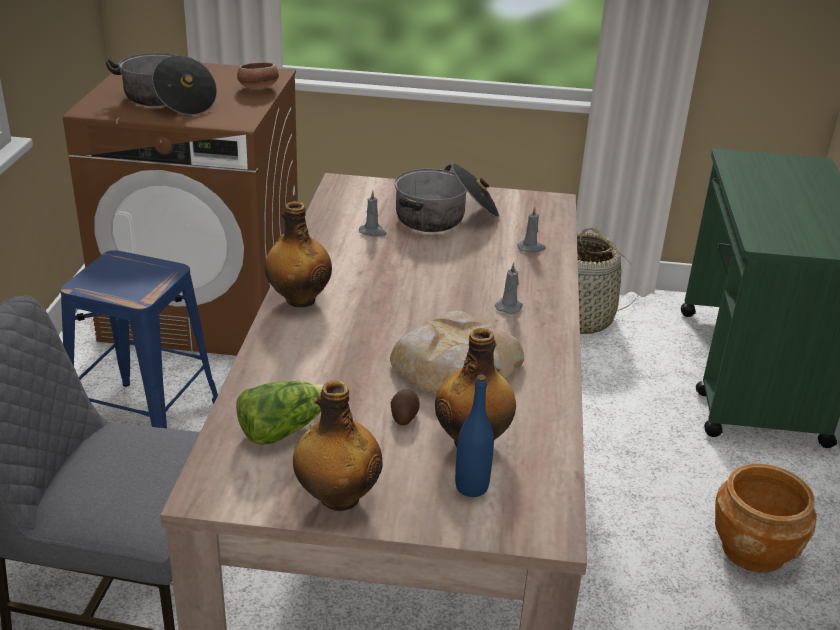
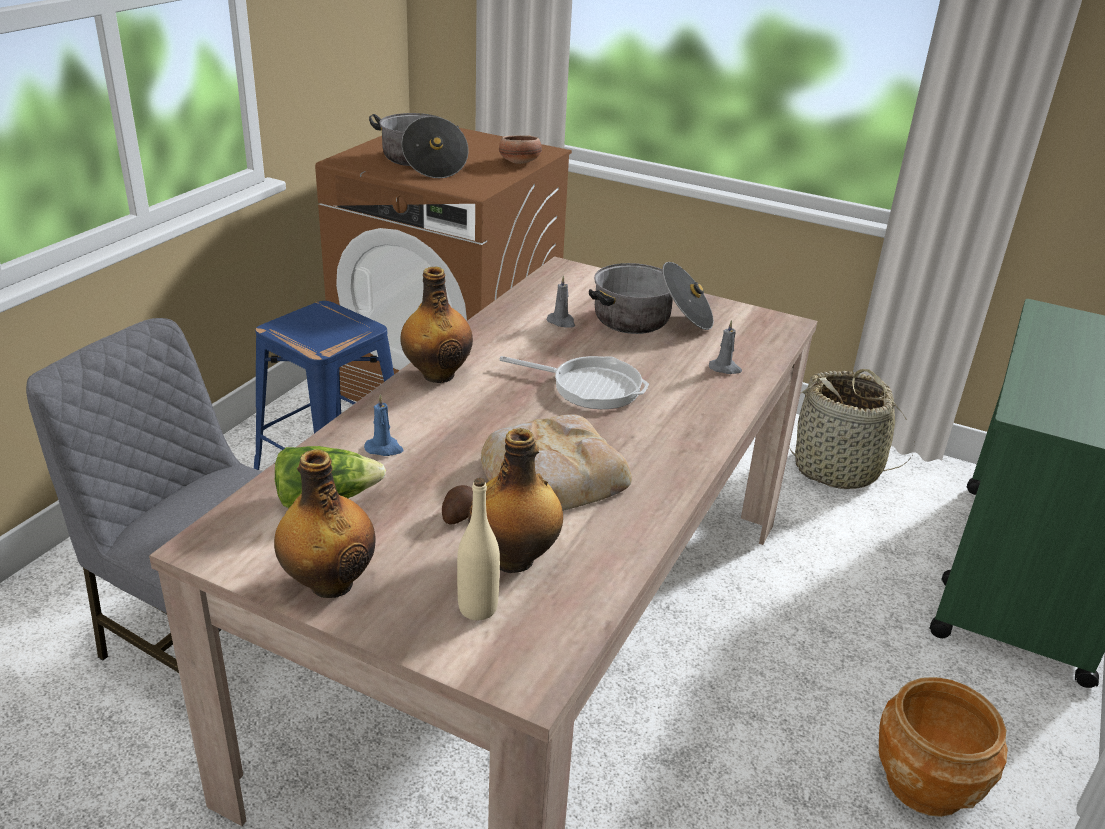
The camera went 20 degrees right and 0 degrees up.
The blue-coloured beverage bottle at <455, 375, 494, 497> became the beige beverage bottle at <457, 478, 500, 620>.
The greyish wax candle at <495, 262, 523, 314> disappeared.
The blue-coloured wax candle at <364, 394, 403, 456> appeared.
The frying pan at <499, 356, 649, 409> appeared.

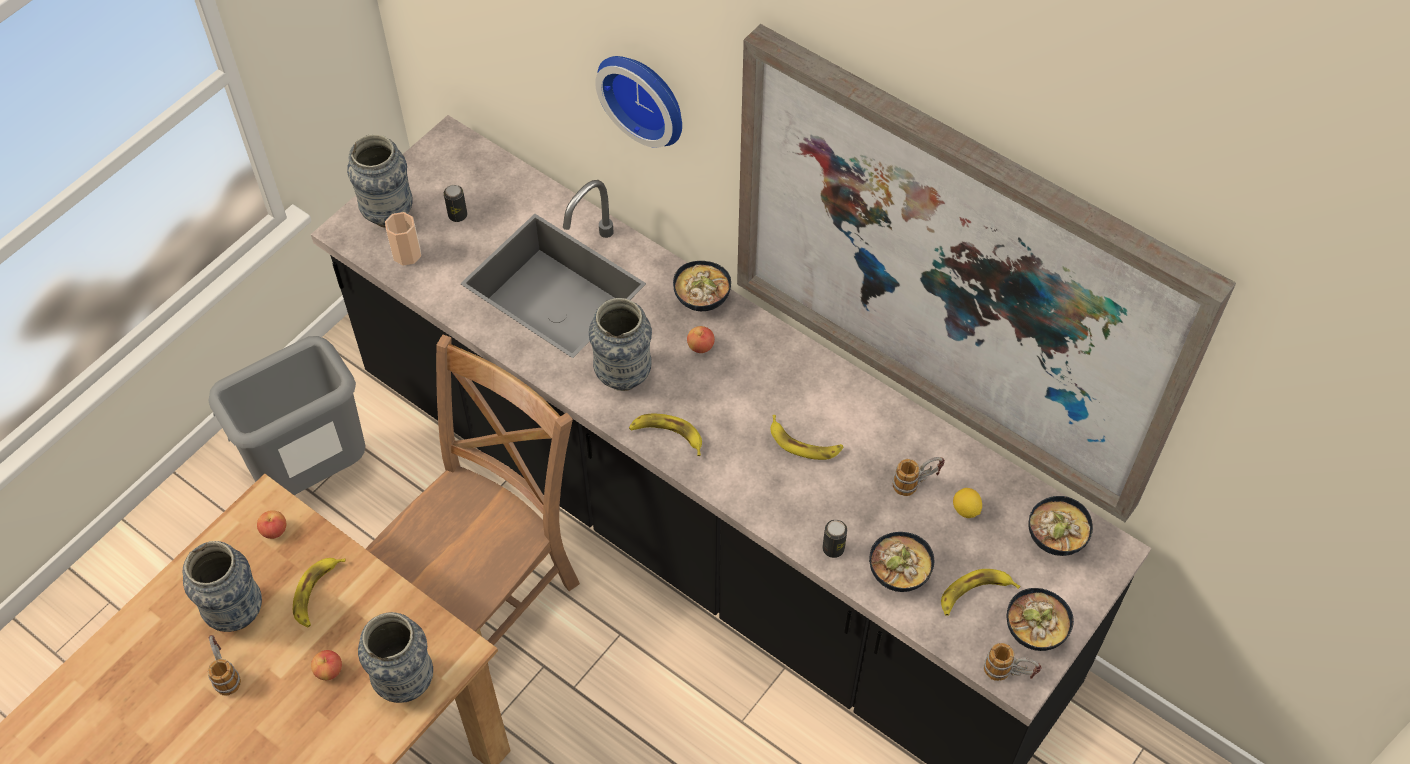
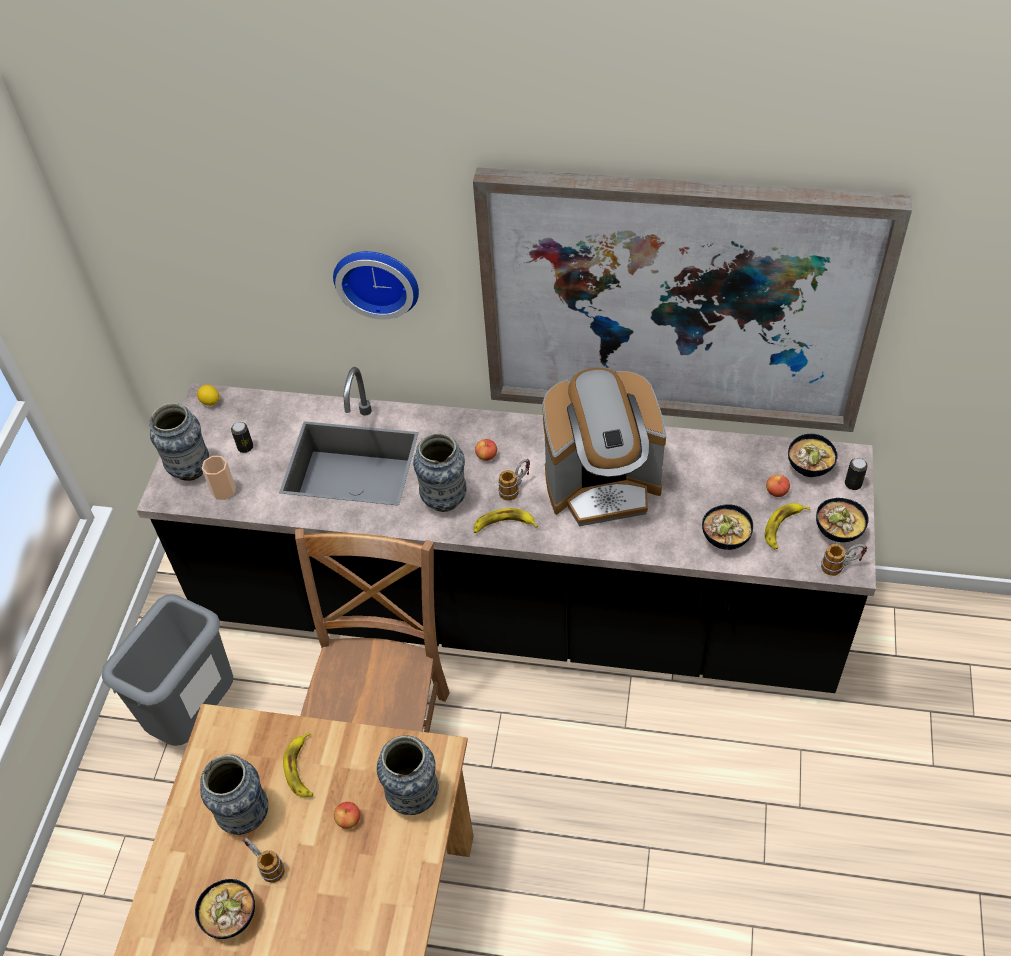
The camera went 25 degrees left and 5 degrees down.
The whole apple moved from <257, 510, 286, 539> to <766, 475, 790, 497>.
The serving bowl moved from <673, 261, 731, 311> to <195, 879, 255, 939>.
The banana fruit at <771, 415, 843, 460> was replaced by the coffee brewer at <542, 368, 666, 526>.
The metal can moved from <823, 520, 847, 558> to <845, 458, 868, 490>.
The coffee mug moved from <893, 457, 945, 496> to <498, 459, 530, 501>.
The lemon moved from <953, 488, 982, 518> to <197, 385, 220, 406>.

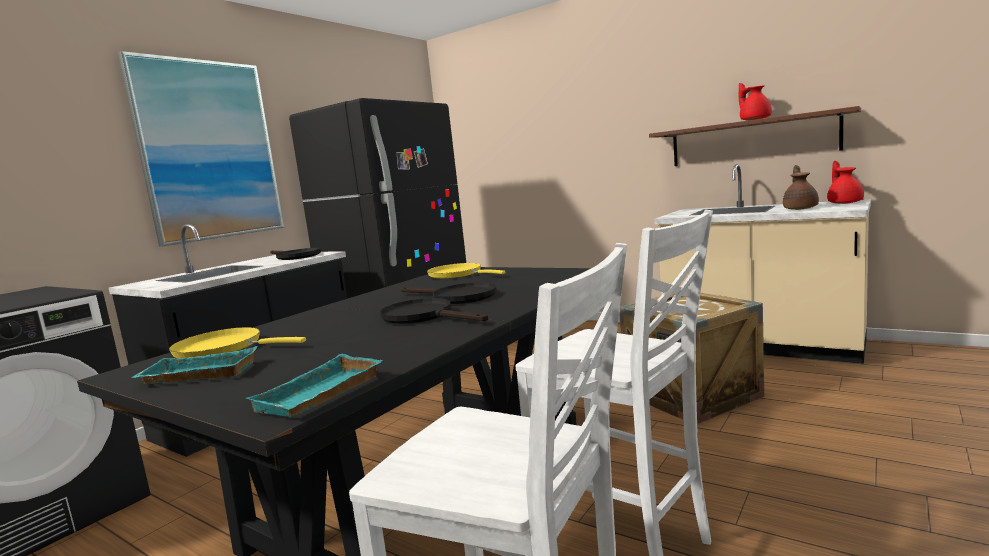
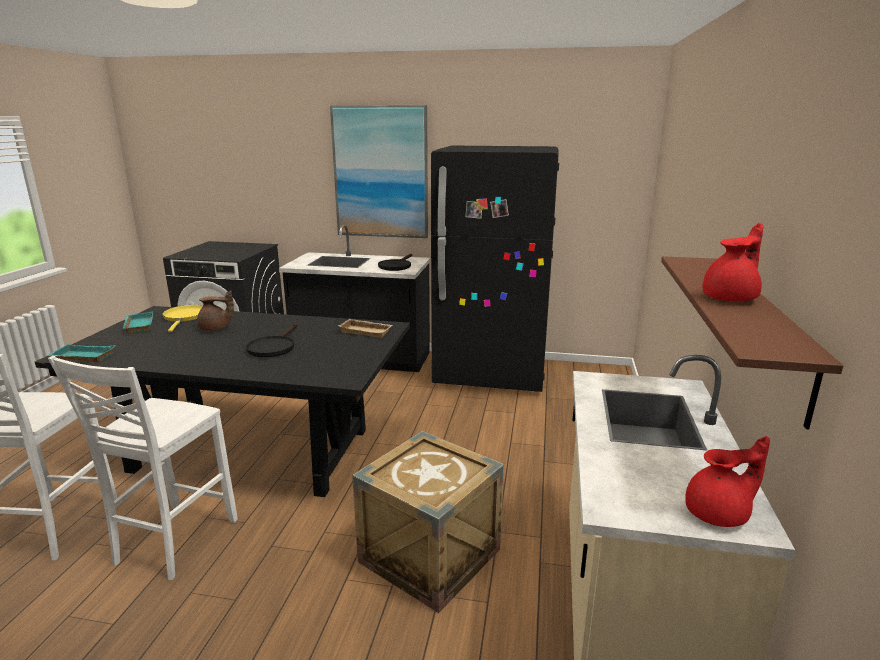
The camera went 65 degrees right and 10 degrees up.
The black frying pan at <380, 298, 488, 324> disappeared.
The yellow-coloured frying pan at <427, 263, 506, 278> was replaced by the beige carrying tray at <338, 319, 393, 338>.
The brownish tea pot moved from <783, 165, 819, 210> to <197, 290, 234, 331>.

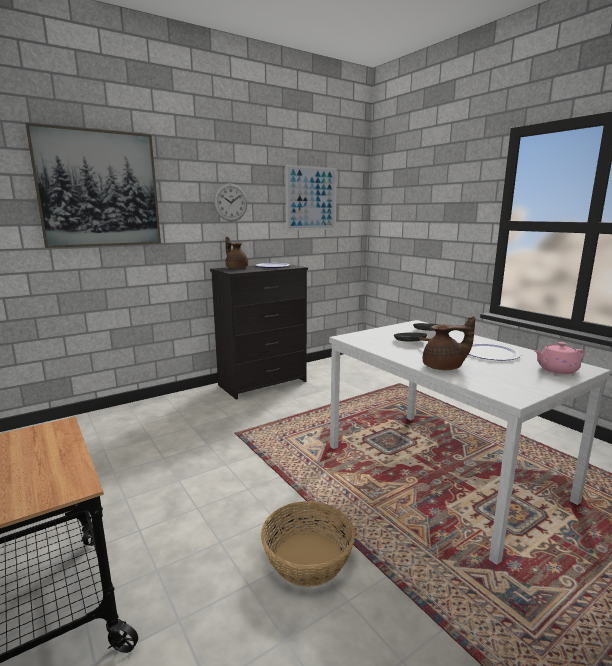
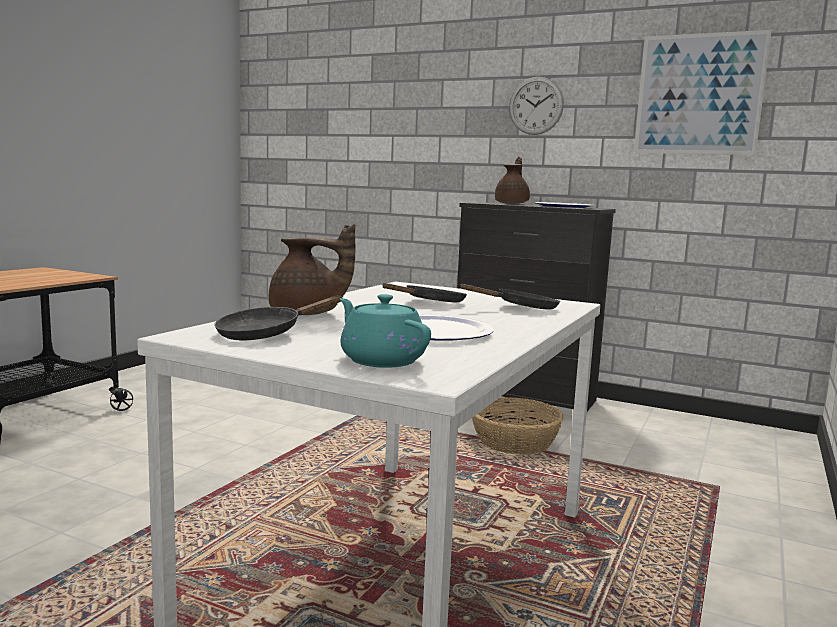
The camera went 60 degrees right and 5 degrees down.
The wall picture at <26, 123, 161, 248> disappeared.
The basket moved from <261, 501, 355, 587> to <472, 397, 563, 455>.
The brownish tea pot at <423, 316, 476, 370> turned 45 degrees counterclockwise.
The pink tea pot at <534, 342, 585, 374> became the turquoise tea pot at <340, 294, 431, 368>.
The black frying pan at <214, 295, 344, 340> appeared.

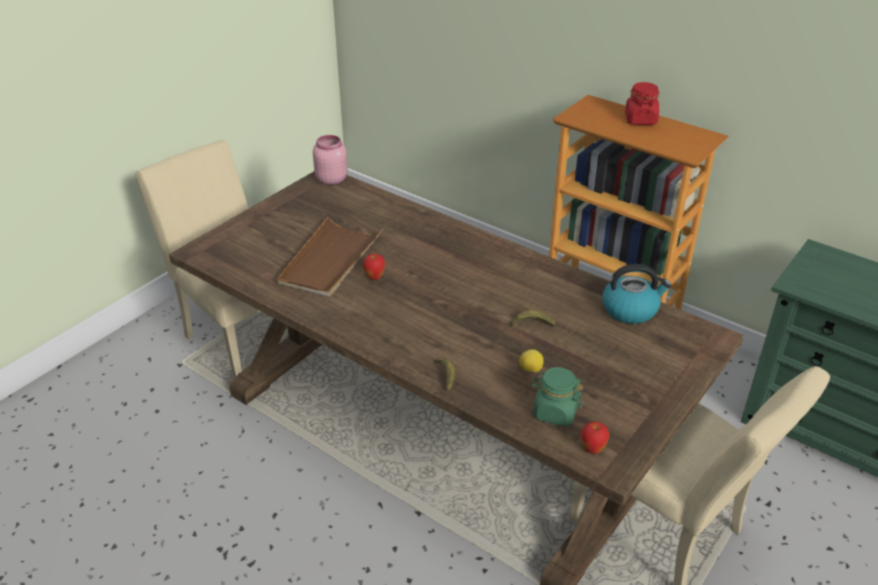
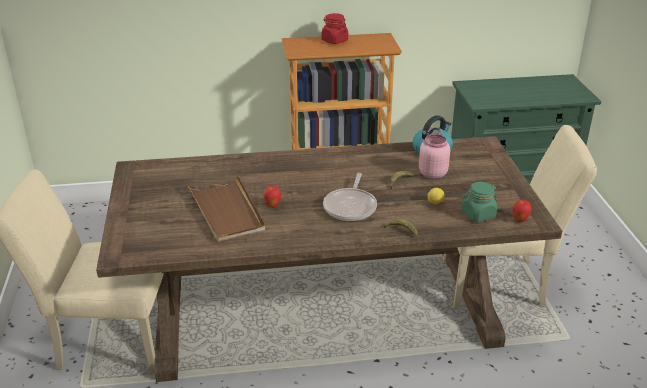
The camera went 45 degrees left and 5 degrees down.
The pink jar moved from <313, 135, 348, 185> to <419, 134, 450, 179>.
The frying pan at <323, 173, 377, 221> appeared.

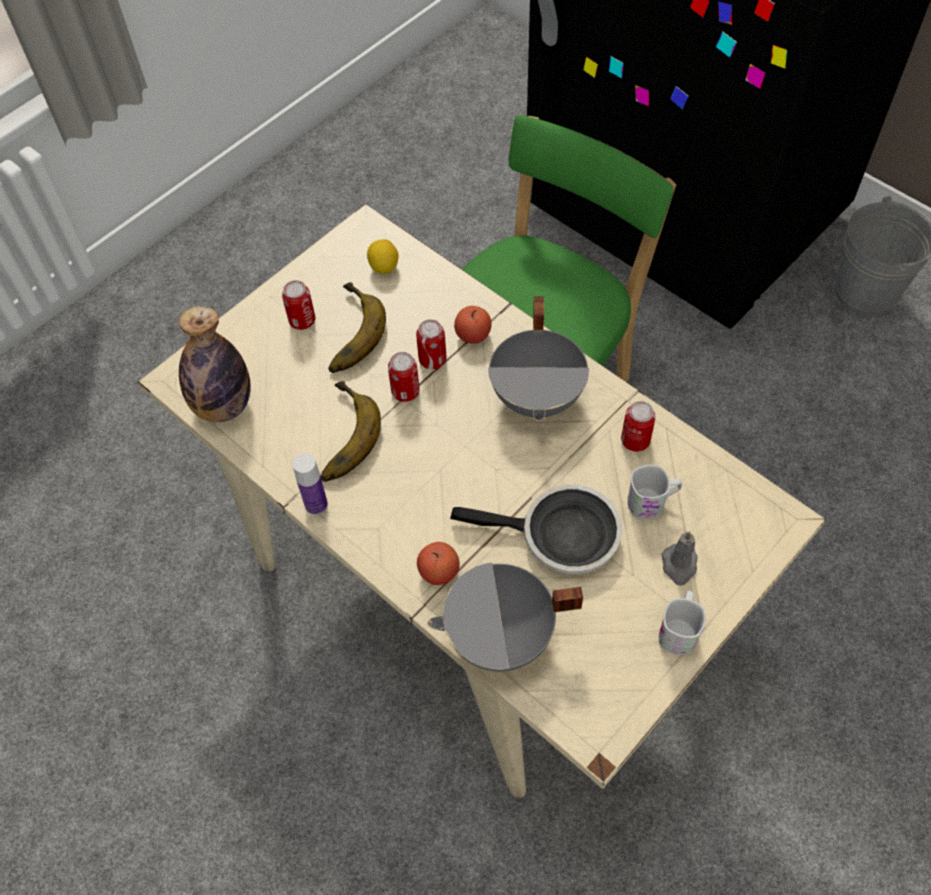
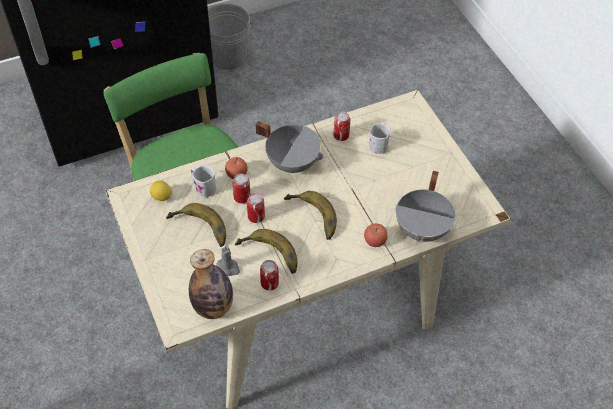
The camera went 70 degrees left and 5 degrees down.
The metal can moved from <282, 280, 316, 330> to <260, 260, 279, 291>.
The beverage bottle at <292, 453, 328, 515> disappeared.
The frying pan at <450, 485, 623, 574> disappeared.
The whitish coffee mug moved from <659, 591, 706, 655> to <191, 165, 216, 198>.
The greyish wax candle moved from <661, 531, 698, 586> to <216, 246, 240, 276>.
The banana fruit at <284, 191, 337, 240> appeared.

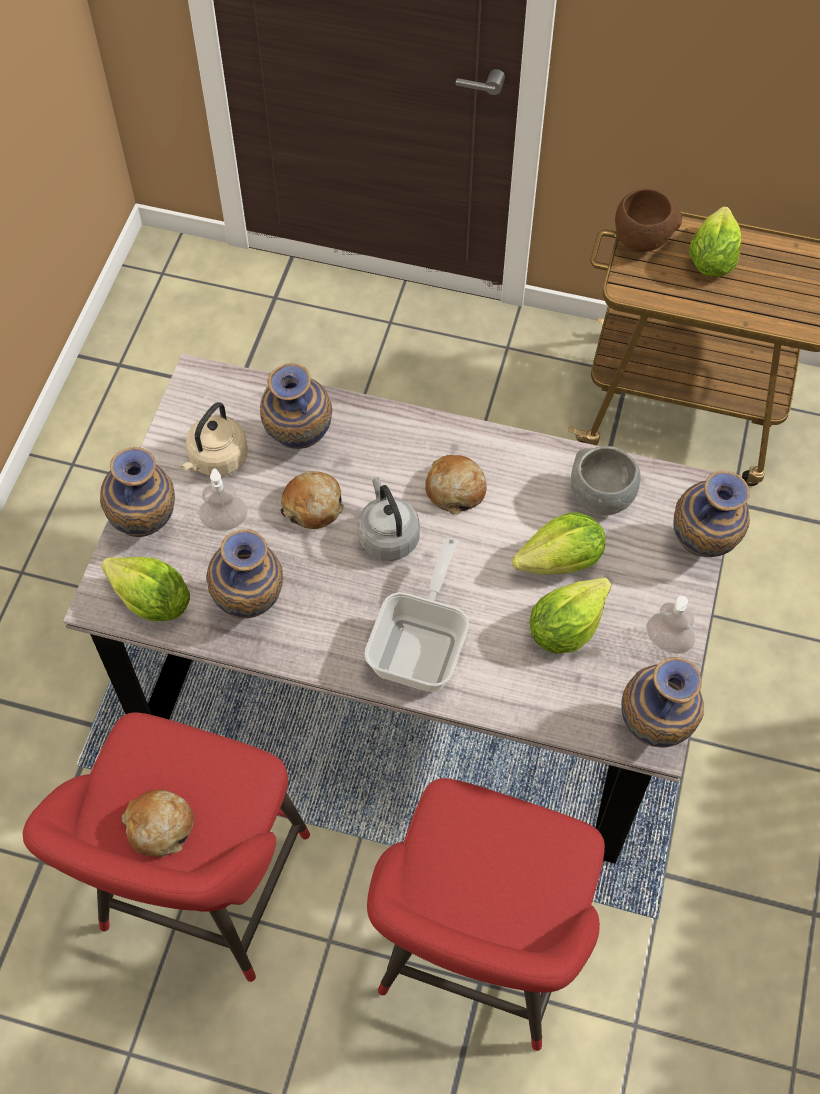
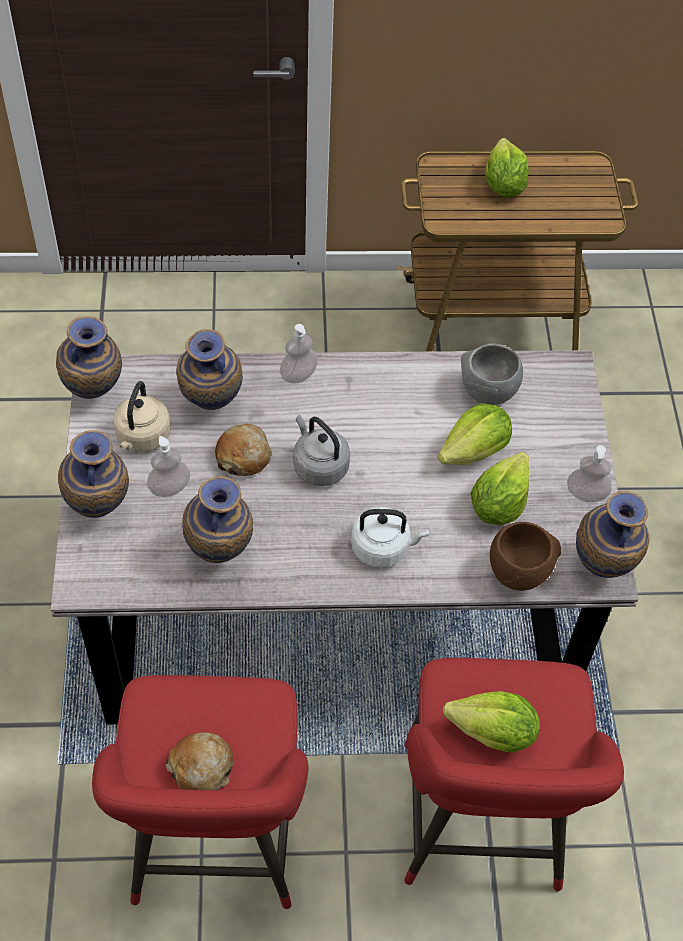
The camera went 20 degrees left and 5 degrees down.
The lettuce head moved from <101, 557, 190, 621> to <443, 691, 540, 753>.
The frying pan at <364, 538, 469, 692> was replaced by the whitish water kettle at <351, 507, 429, 568>.
The bread at <425, 455, 486, 515> disappeared.
The brownish serving bowl moved from <615, 188, 682, 252> to <490, 522, 561, 591>.
The flower vase moved from <673, 471, 750, 557> to <56, 316, 122, 399>.
The liquid soap bottle at <280, 324, 318, 384> appeared.

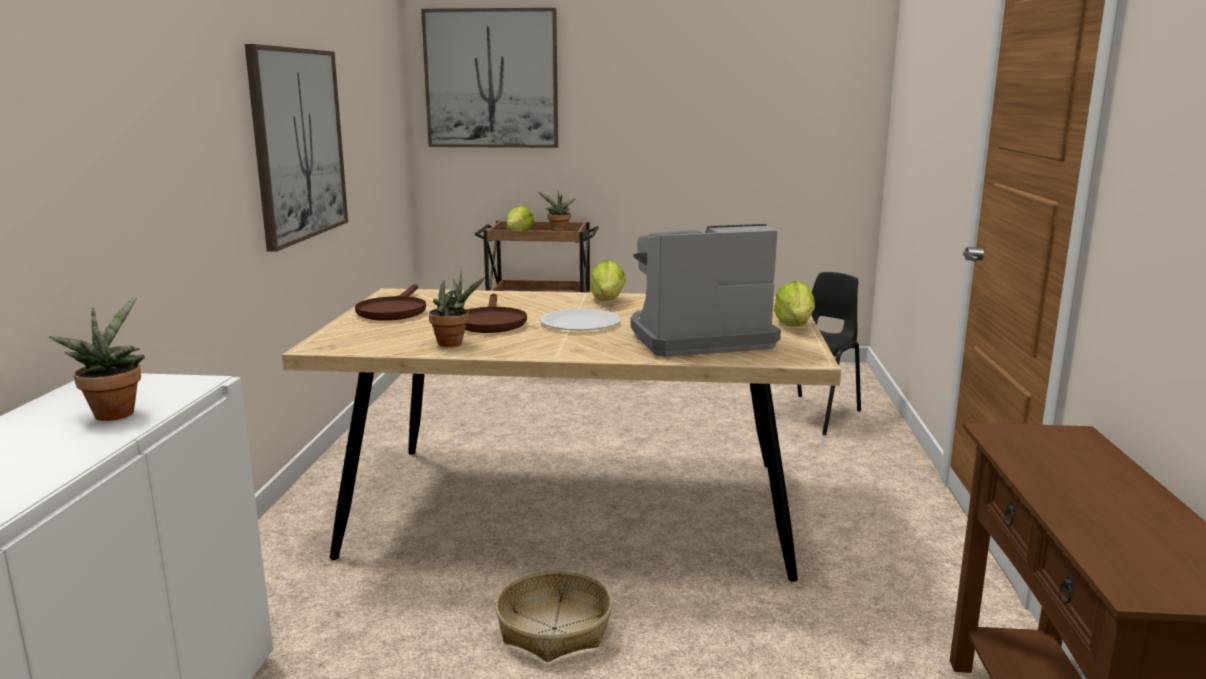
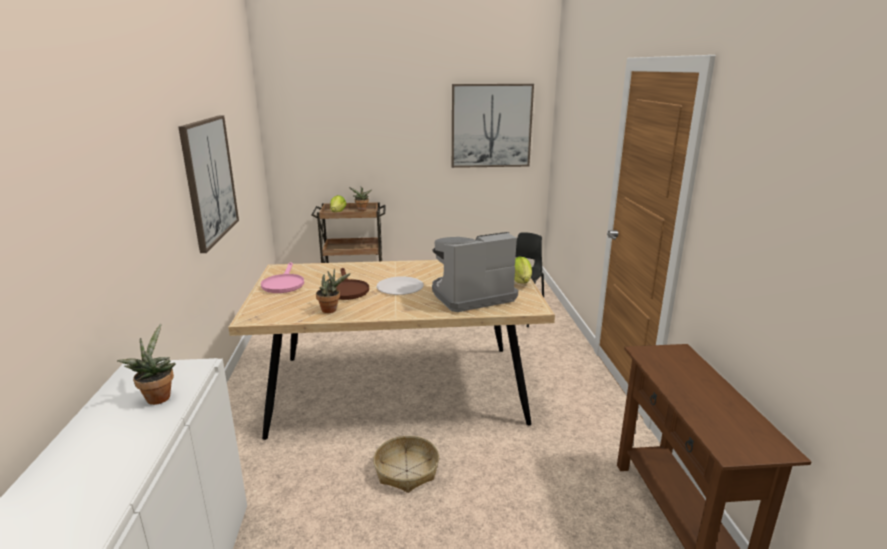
The camera went 10 degrees left and 5 degrees up.
The brownish frying pan at <355, 284, 426, 321> became the pink frying pan at <261, 262, 304, 293>.
The wall picture moved from <421, 8, 558, 148> to <452, 84, 534, 168>.
The lettuce head at <590, 261, 626, 301> disappeared.

